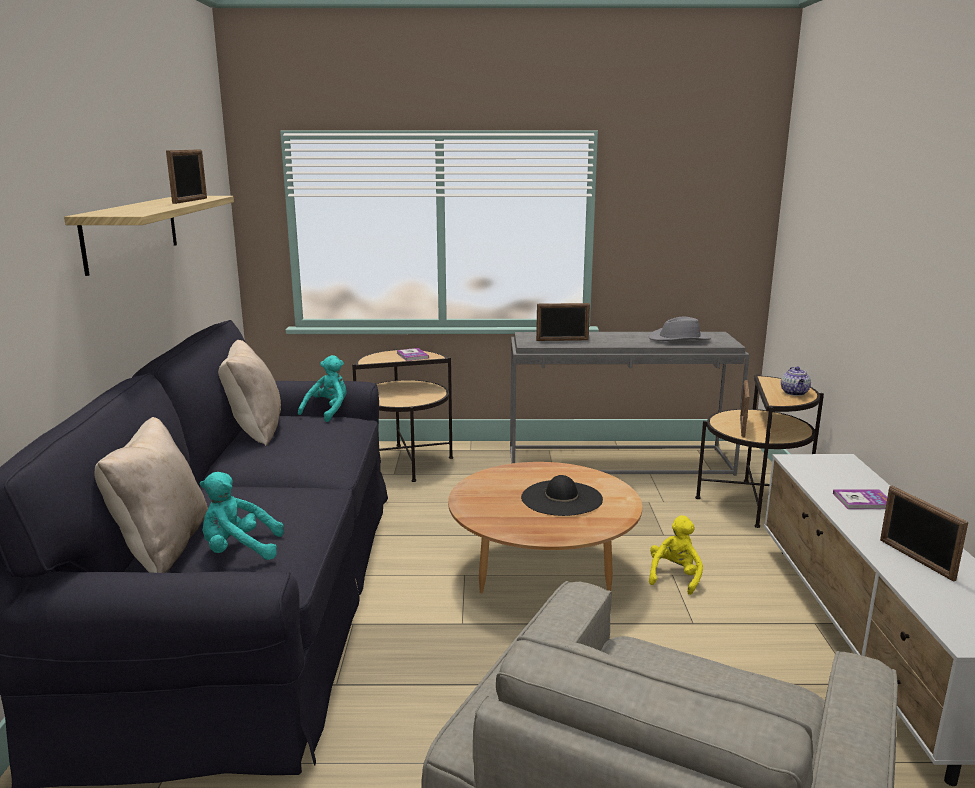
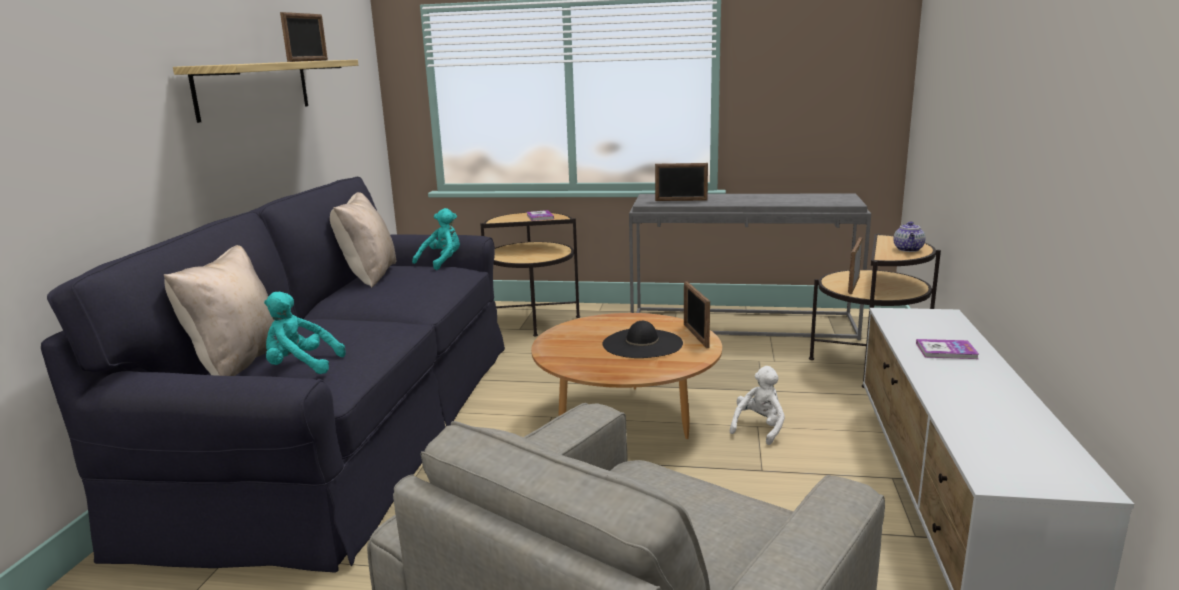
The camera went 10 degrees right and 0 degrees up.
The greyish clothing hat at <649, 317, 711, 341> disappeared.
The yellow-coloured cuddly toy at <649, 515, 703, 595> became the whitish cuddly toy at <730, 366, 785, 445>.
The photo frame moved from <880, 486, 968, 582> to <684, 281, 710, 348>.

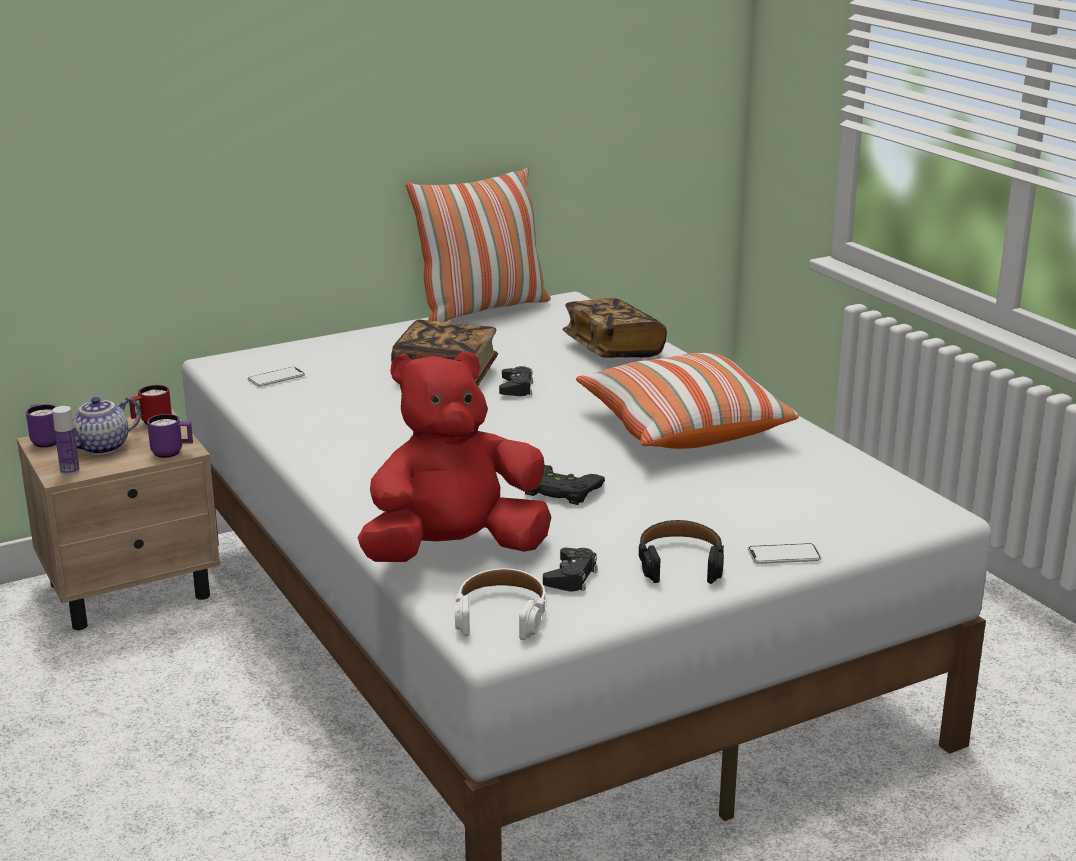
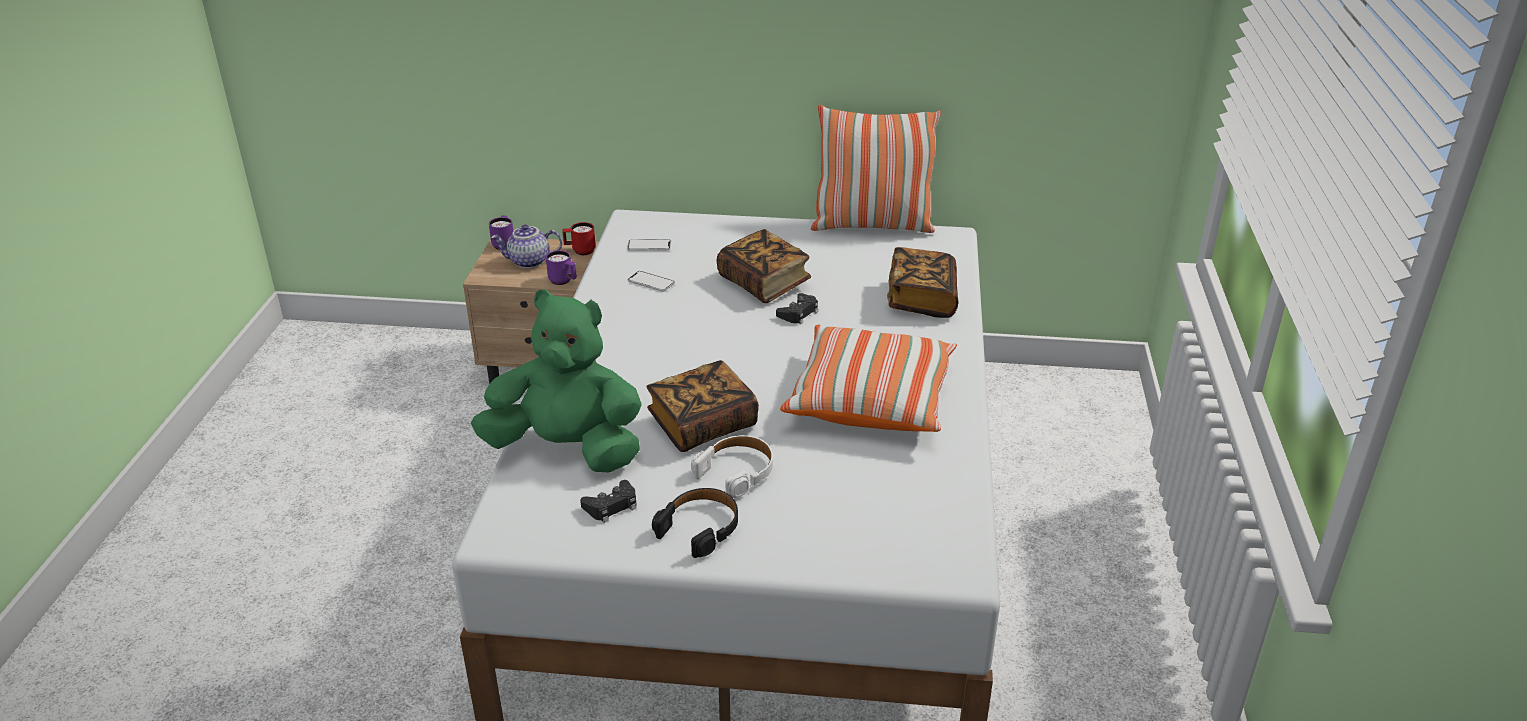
The camera went 35 degrees right and 10 degrees up.
The beverage bottle at <52, 406, 80, 475> disappeared.
The reddish cuddly toy at <358, 351, 551, 562> became the green-coloured cuddly toy at <471, 289, 642, 472>.
The whitish pair of headphones moved from <455, 568, 547, 640> to <691, 435, 773, 498>.
The black gamepad at <525, 465, 605, 505> was replaced by the volume at <646, 360, 759, 452>.
The handset moved from <748, 543, 821, 564> to <628, 271, 675, 292>.

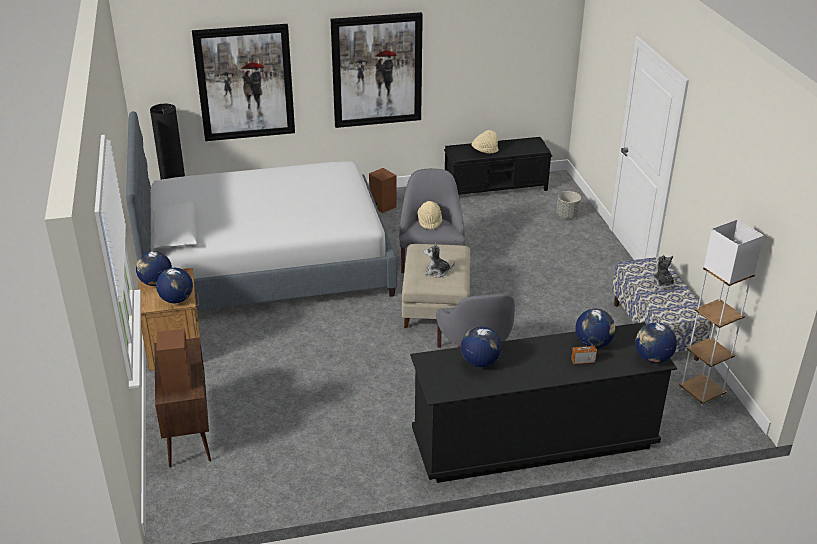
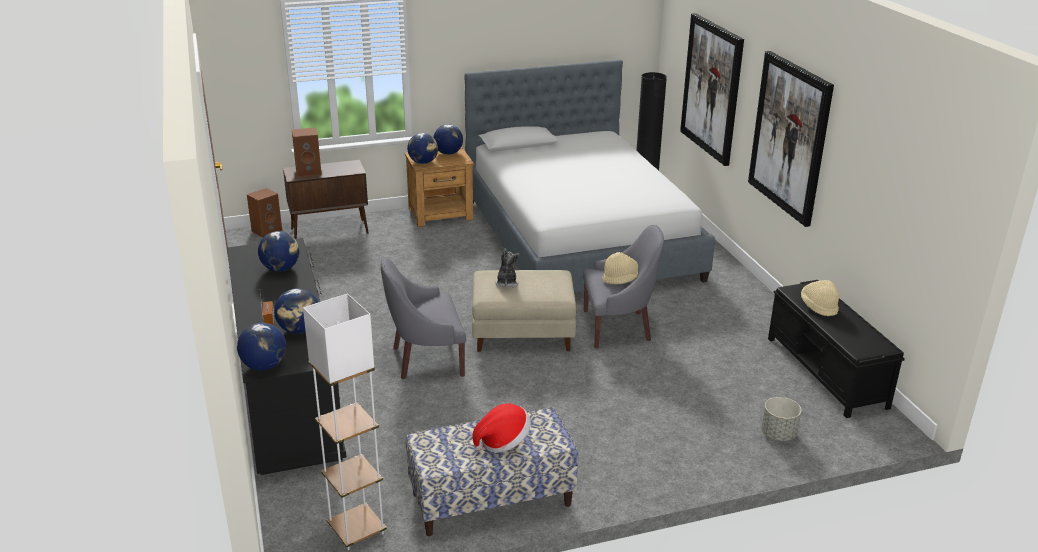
The camera went 85 degrees right and 5 degrees down.
The brownish speaker moved from <369, 168, 396, 213> to <247, 188, 282, 238>.
The cuddly toy at <649, 255, 675, 289> was replaced by the clothing hat at <472, 403, 531, 453>.

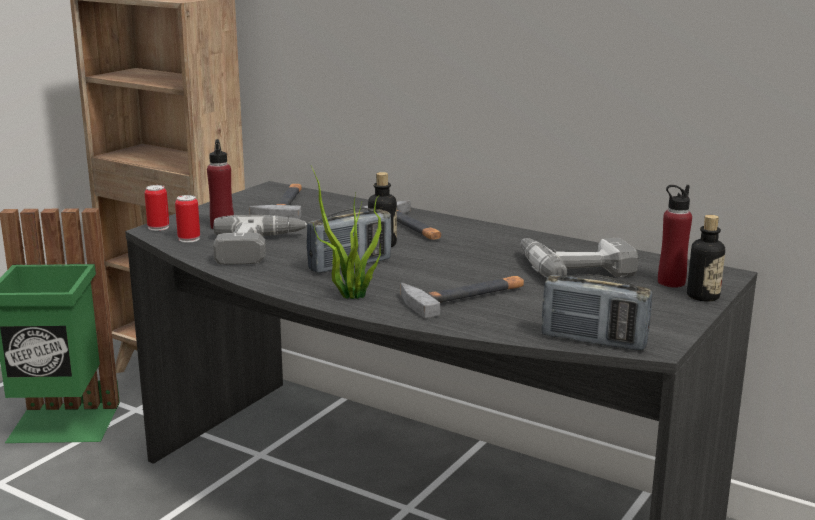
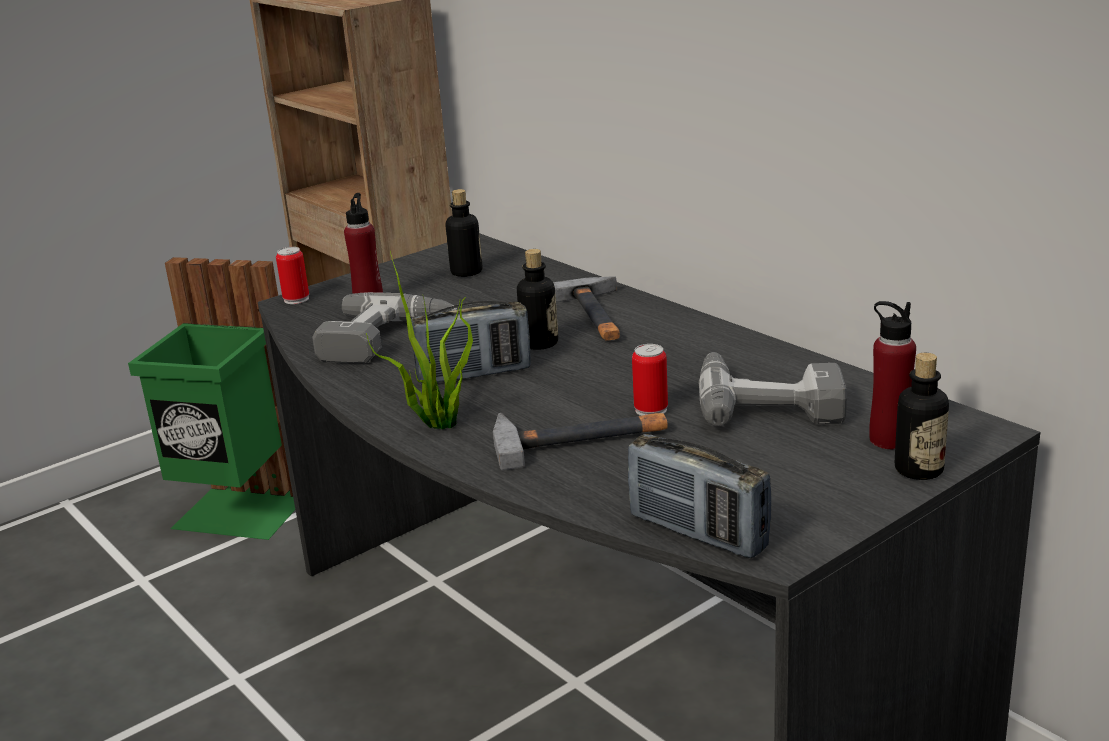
The camera went 20 degrees right and 5 degrees up.
The metal can moved from <175, 195, 200, 243> to <632, 344, 668, 416>.
The tool hammer at <249, 184, 302, 220> was replaced by the beverage bottle at <446, 189, 482, 277>.

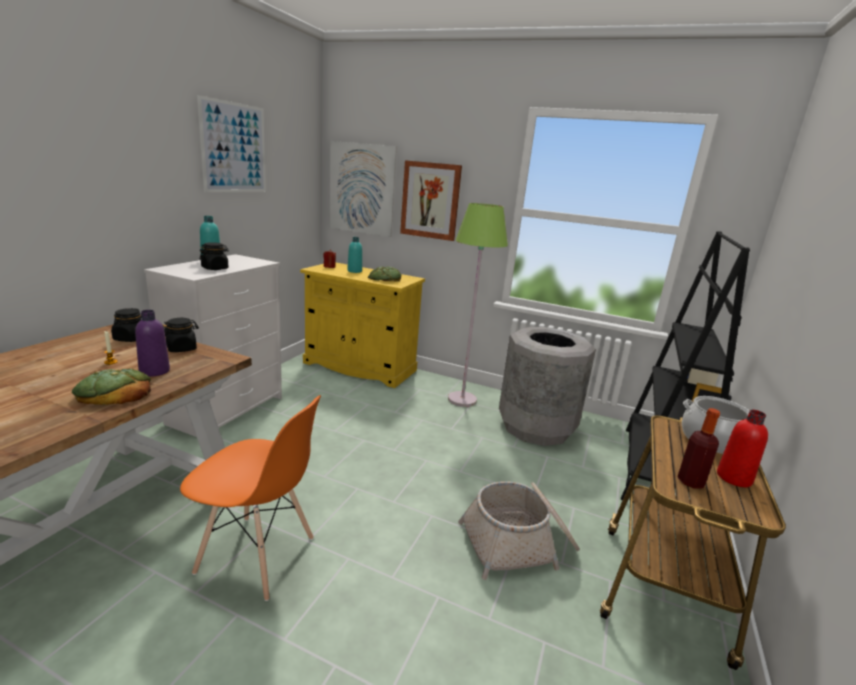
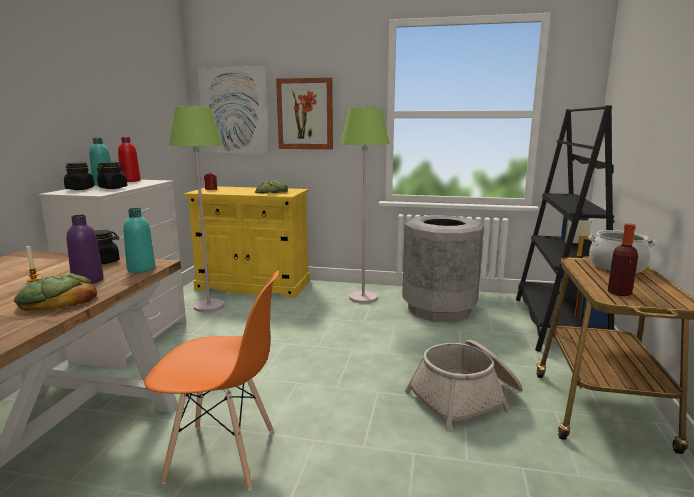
The camera went 10 degrees left and 5 degrees down.
The black jar moved from <111, 308, 141, 342> to <64, 162, 94, 190>.
The wall picture at <197, 95, 266, 192> disappeared.
The turquoise beverage bottle moved from <347, 237, 362, 273> to <123, 208, 156, 273>.
The reddish beverage bottle moved from <717, 410, 768, 487> to <118, 137, 141, 182>.
The green-coloured standard lamp at <169, 107, 224, 312> appeared.

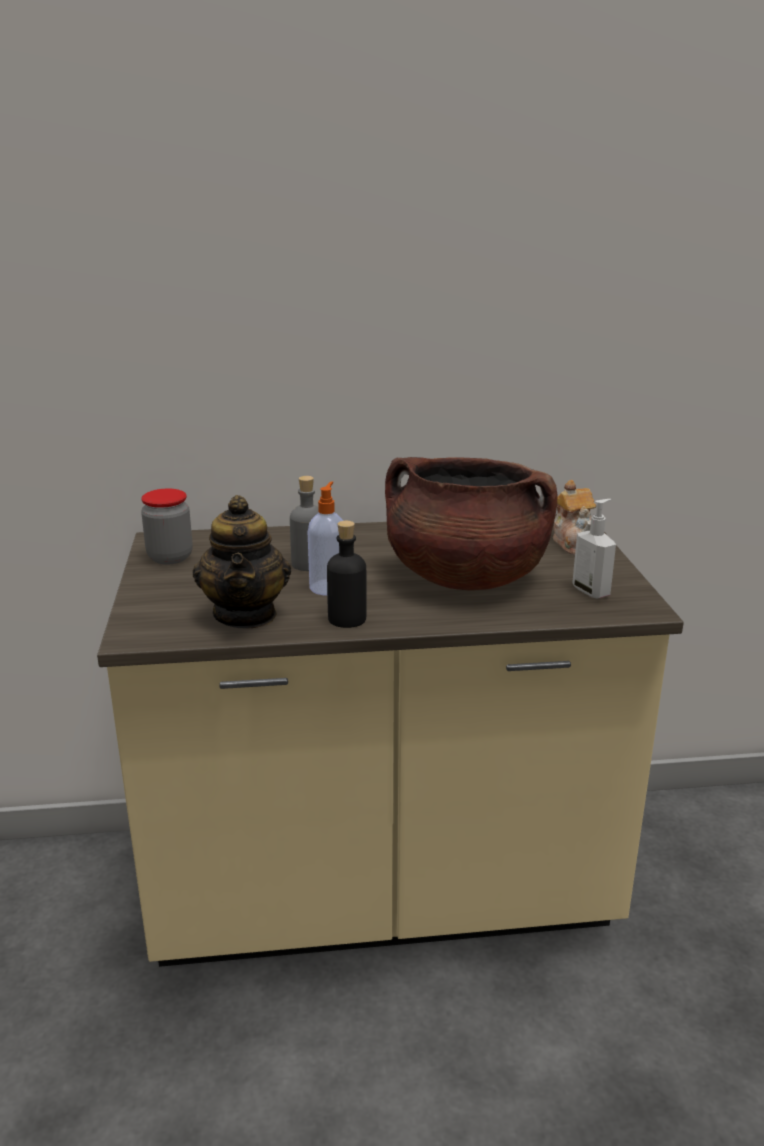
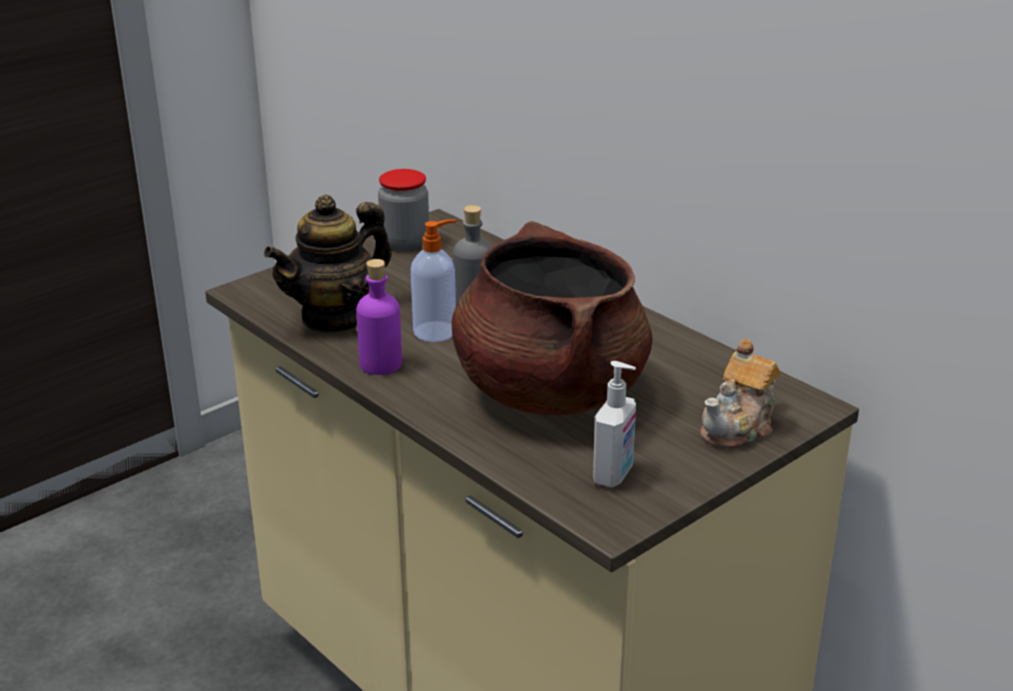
The camera went 55 degrees right and 5 degrees up.
The black beverage bottle at <327, 521, 367, 628> became the purple-coloured beverage bottle at <356, 259, 402, 375>.

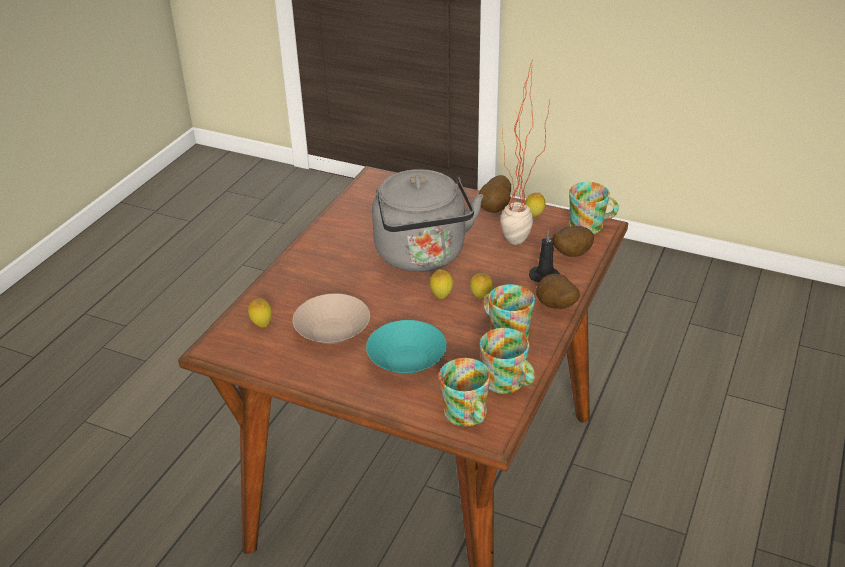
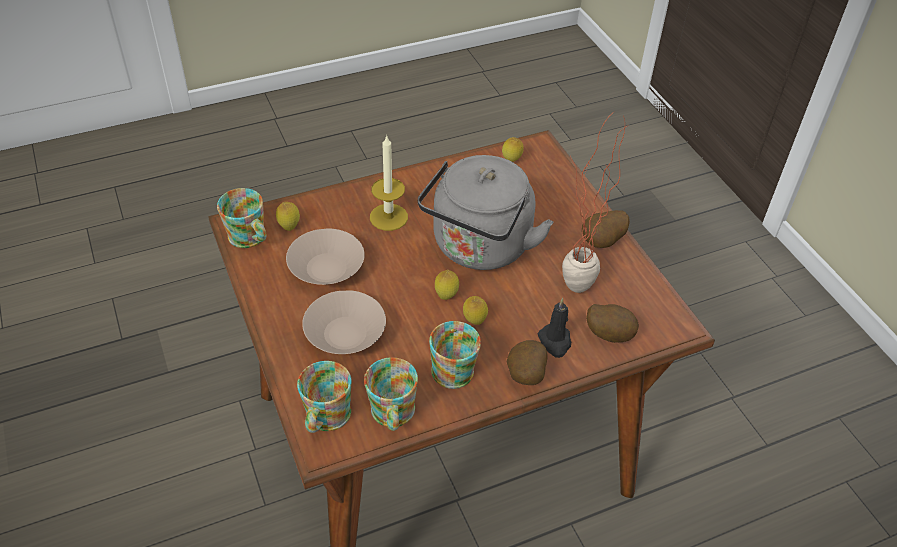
The camera went 40 degrees right and 10 degrees up.
The turquoise serving bowl at <366, 320, 447, 374> became the beige serving bowl at <302, 290, 386, 354>.
The lemon moved from <525, 193, 545, 217> to <502, 137, 524, 162>.
The coffee mug moved from <569, 182, 619, 234> to <217, 188, 267, 248>.
The wax candle at <370, 135, 408, 231> appeared.

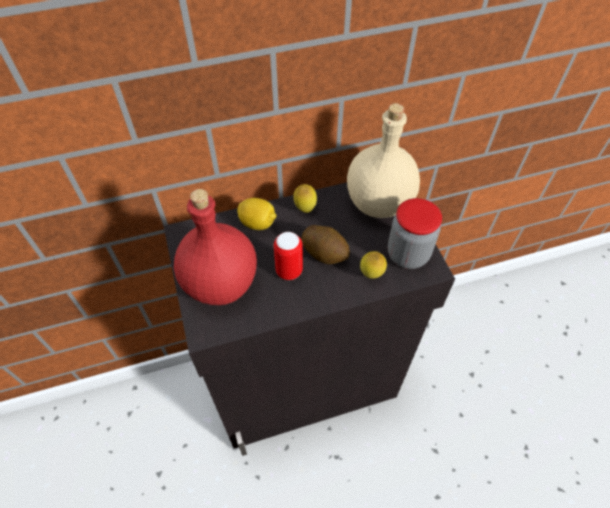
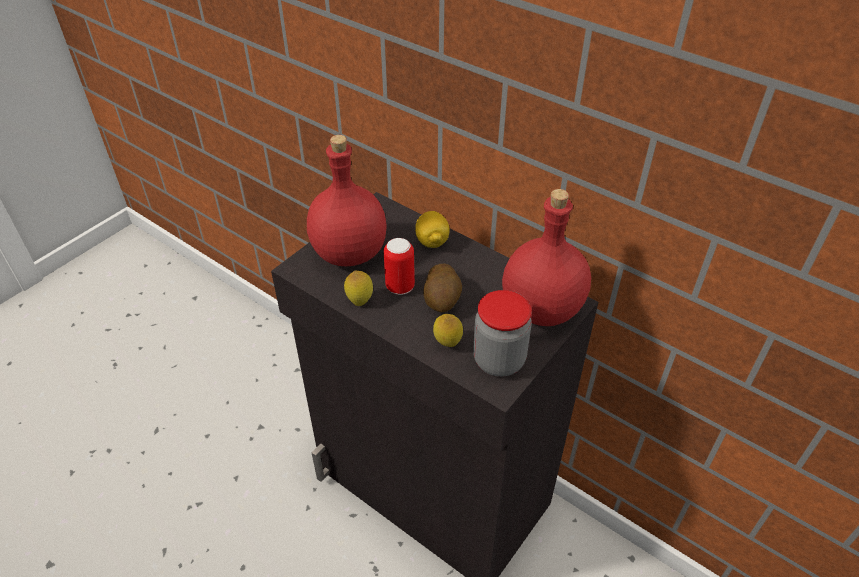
The camera went 55 degrees right and 10 degrees down.
The lemon moved from <293, 184, 317, 213> to <344, 271, 373, 306>.
The beige beverage bottle at <347, 103, 420, 218> became the reddish beverage bottle at <502, 189, 591, 326>.

